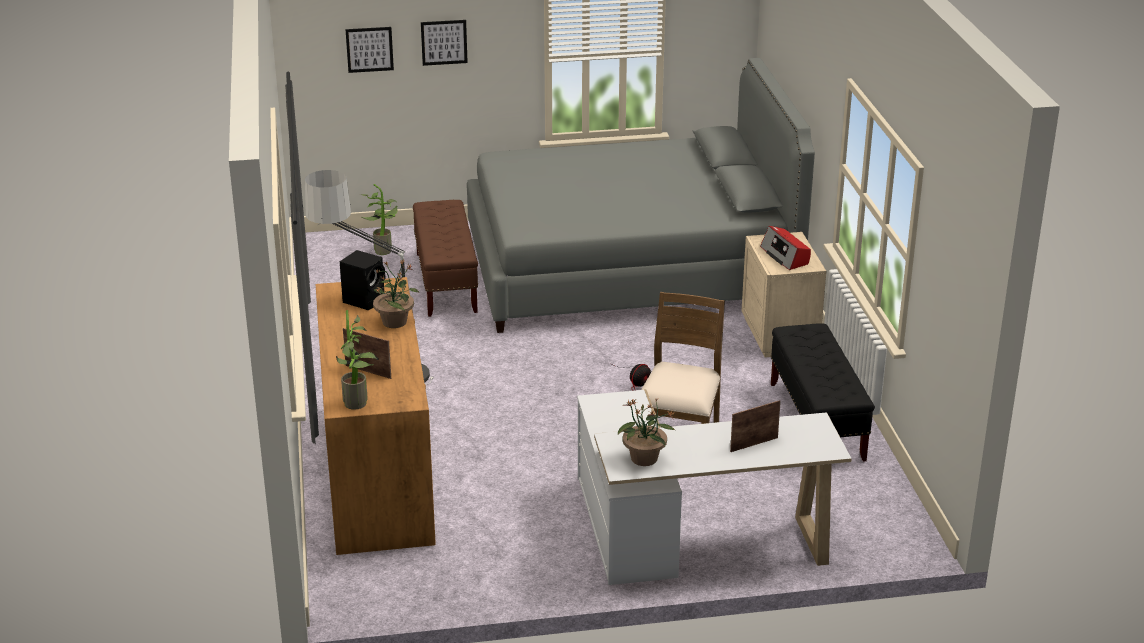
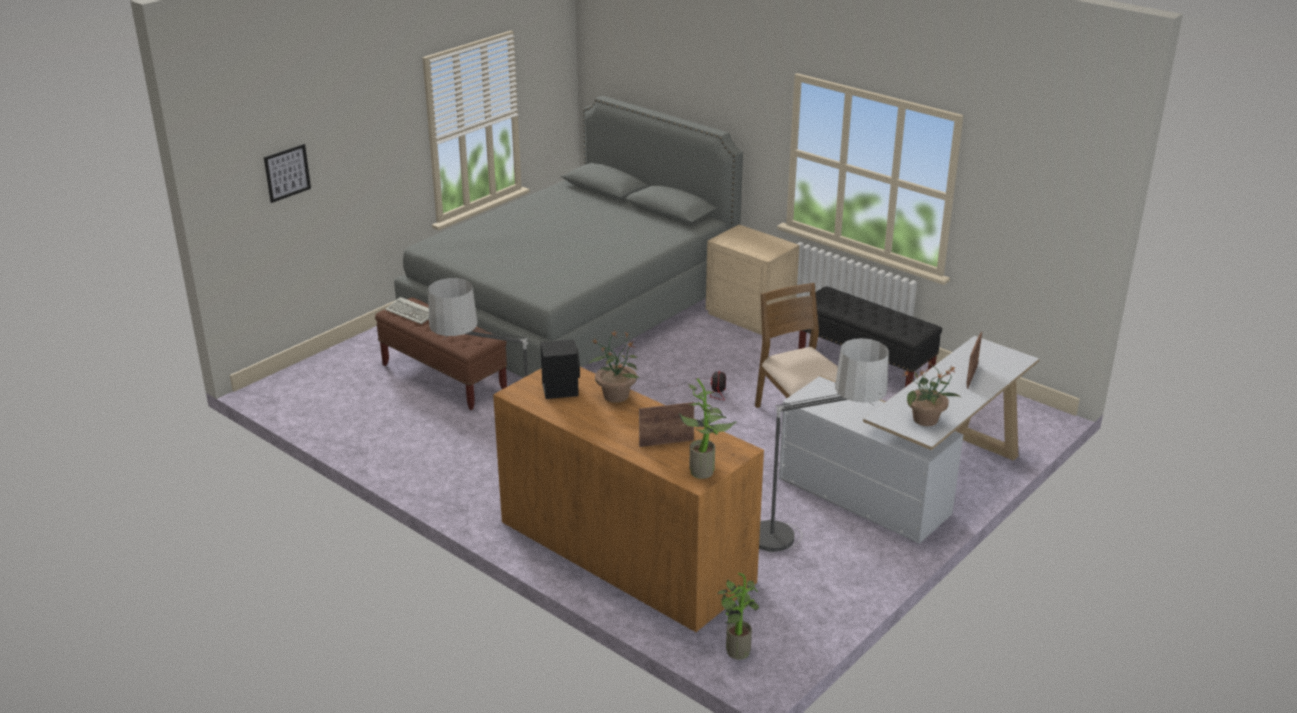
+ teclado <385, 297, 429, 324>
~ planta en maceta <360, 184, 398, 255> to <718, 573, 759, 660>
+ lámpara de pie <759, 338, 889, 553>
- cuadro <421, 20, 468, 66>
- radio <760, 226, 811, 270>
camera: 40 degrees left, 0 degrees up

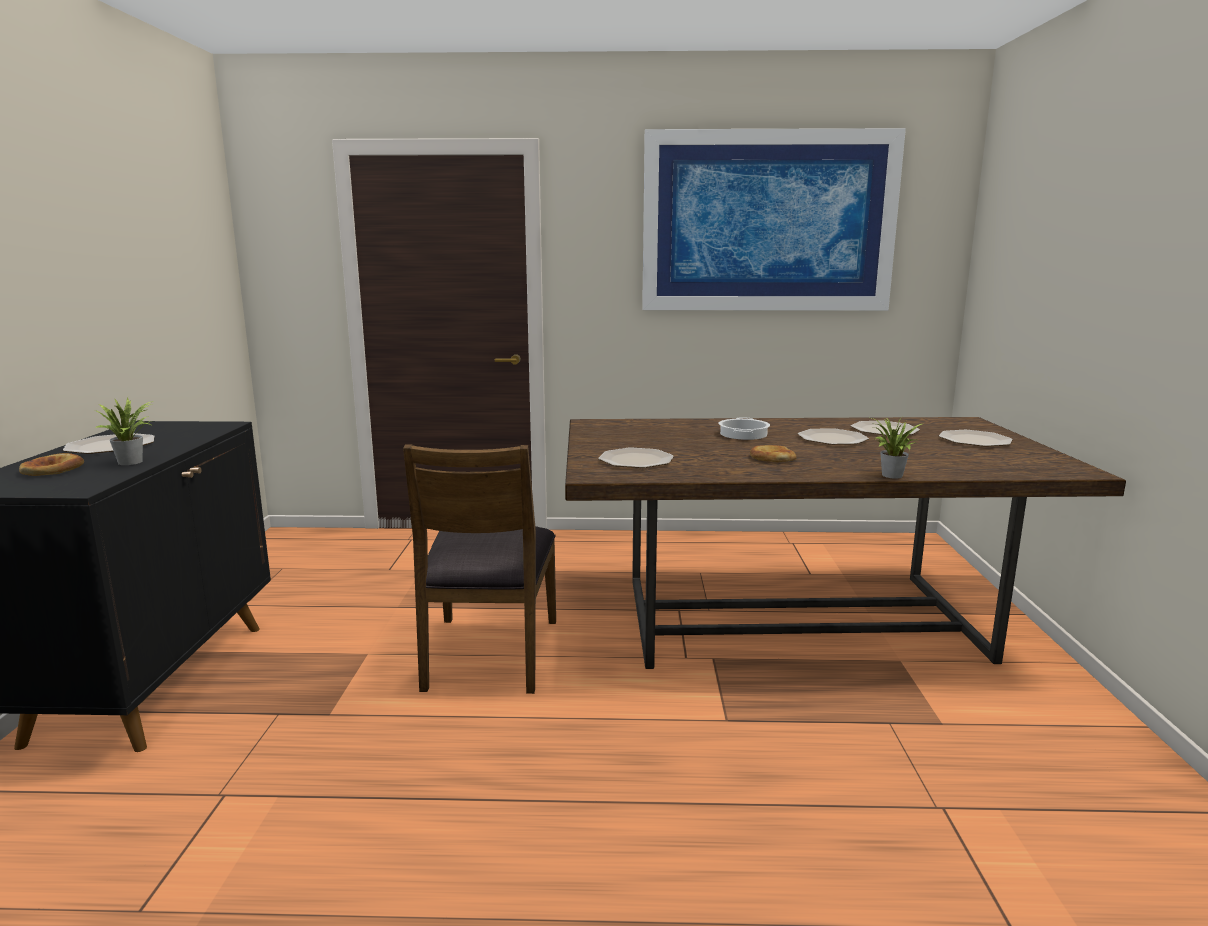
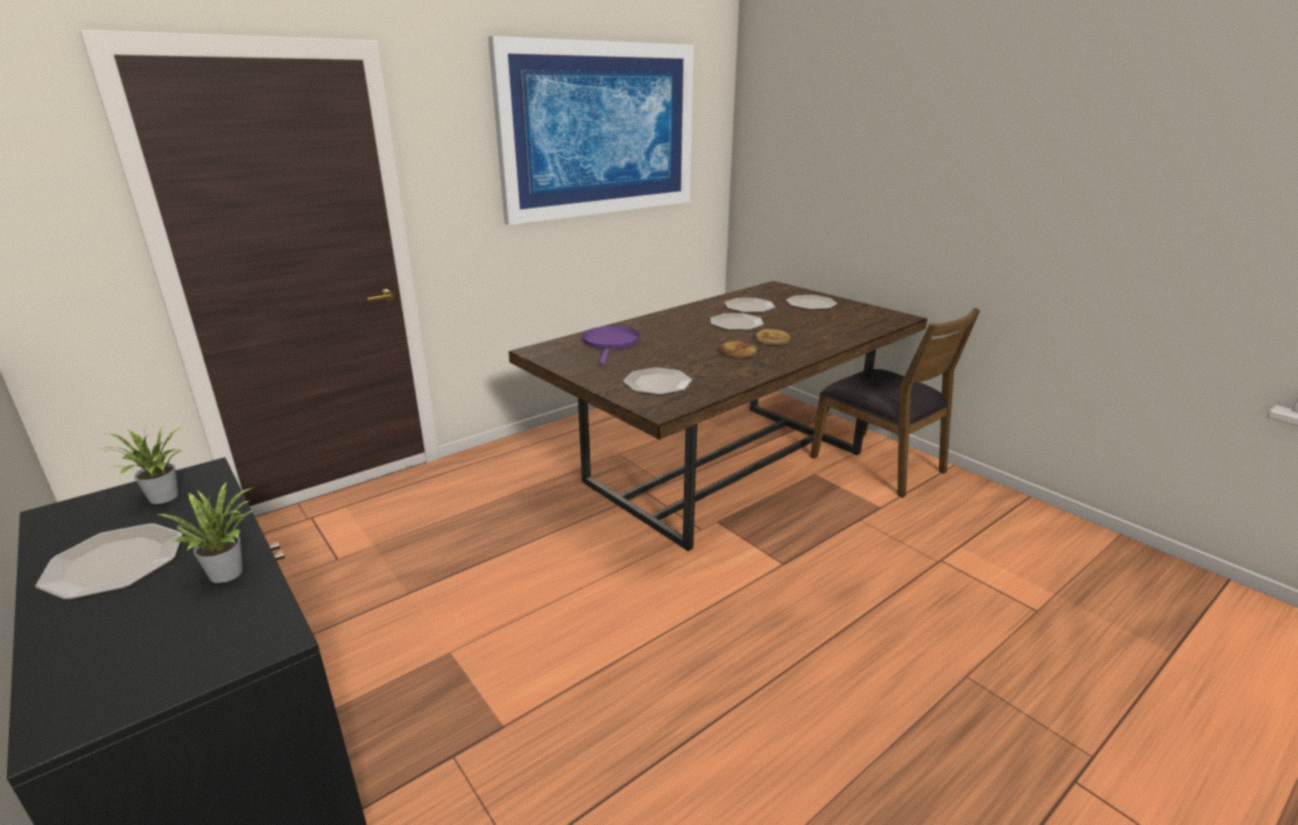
~ planta en maceta <868, 417, 922, 479> to <99, 427, 185, 504>
+ sartén/morado <582, 326, 640, 364>
~ pan <19, 453, 84, 476> to <755, 329, 790, 345>
~ silla/marrón <403, 444, 556, 694> to <810, 308, 980, 498>
- olla <718, 417, 770, 440>
camera: 40 degrees left, 10 degrees up

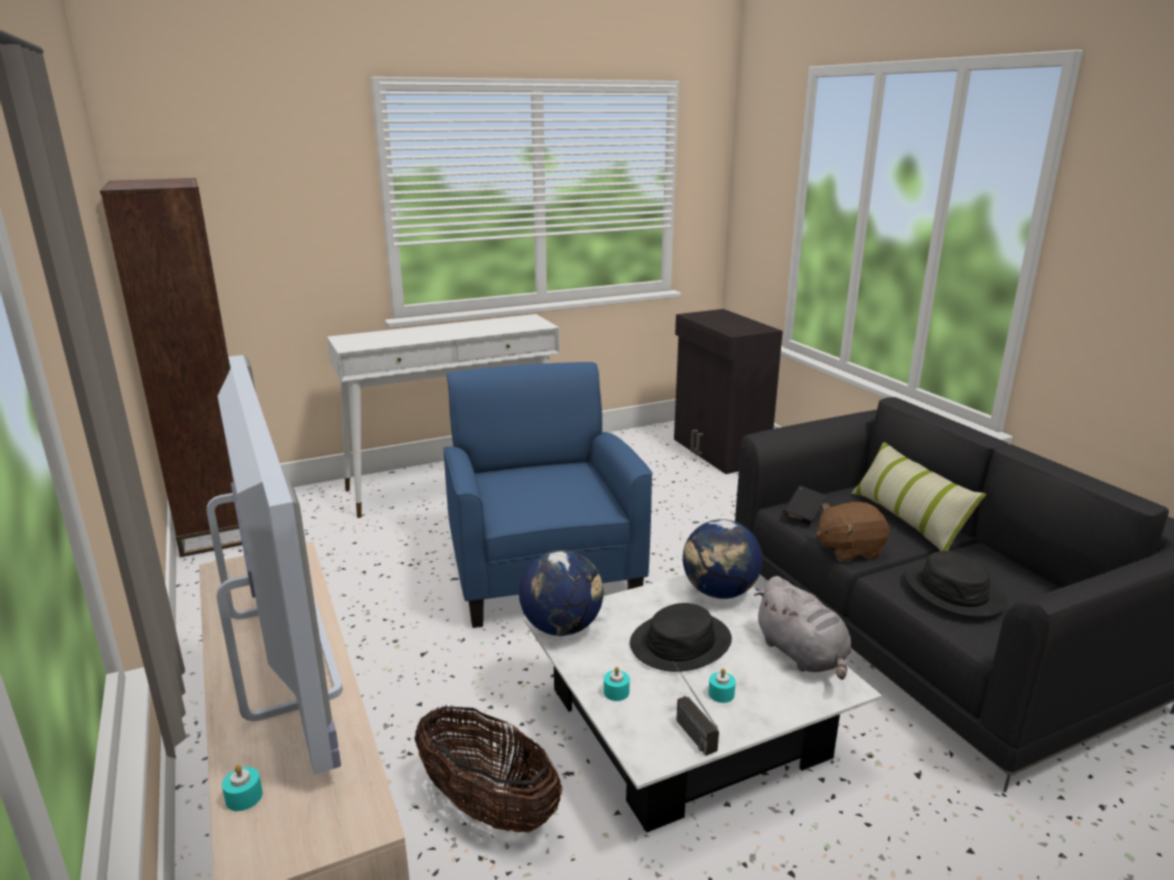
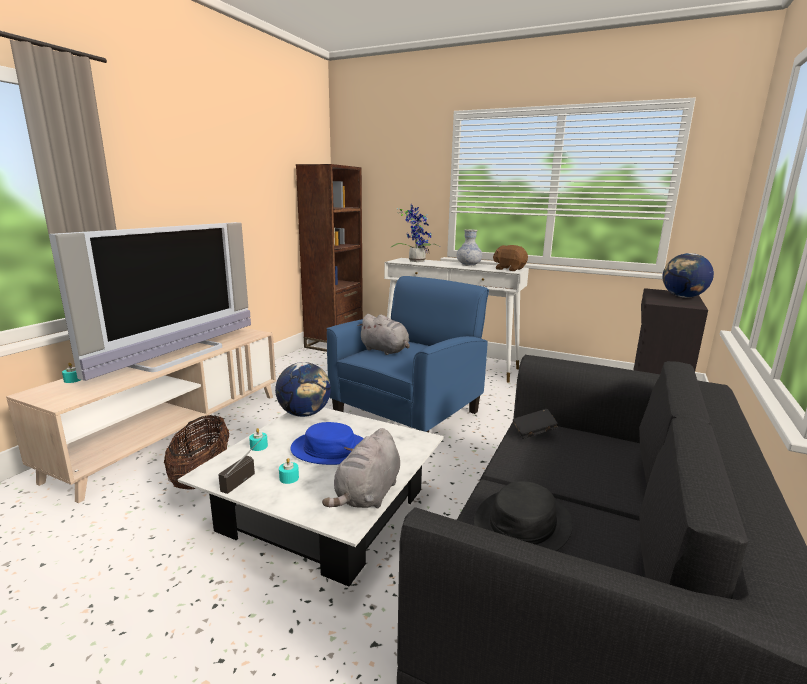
~ sombrero/negro <630, 603, 732, 672> to sombrero/azul <290, 422, 364, 465>
+ peluche/gris <358, 314, 410, 355>
+ planta en maceta <391, 203, 439, 262>
+ florero <457, 229, 482, 266>
~ peluche/marrón <816, 502, 890, 562> to <493, 245, 528, 271>
~ globo terráqueo <683, 519, 762, 599> to <662, 253, 714, 298>
- cojín <851, 443, 986, 551>
camera: 50 degrees right, 5 degrees down

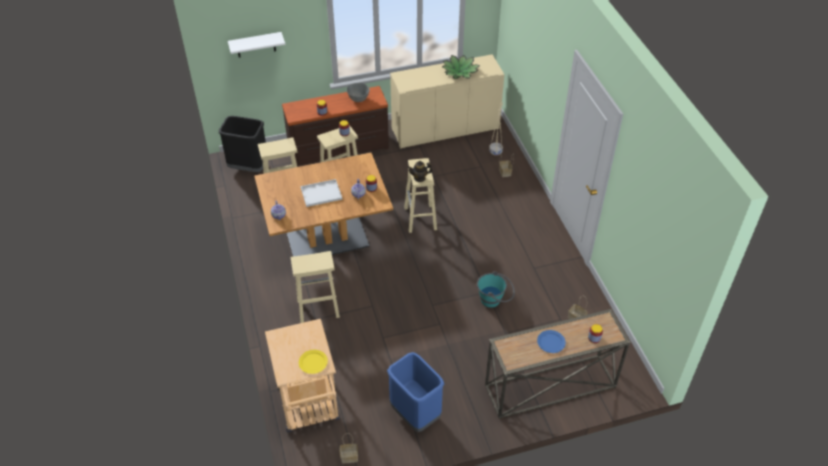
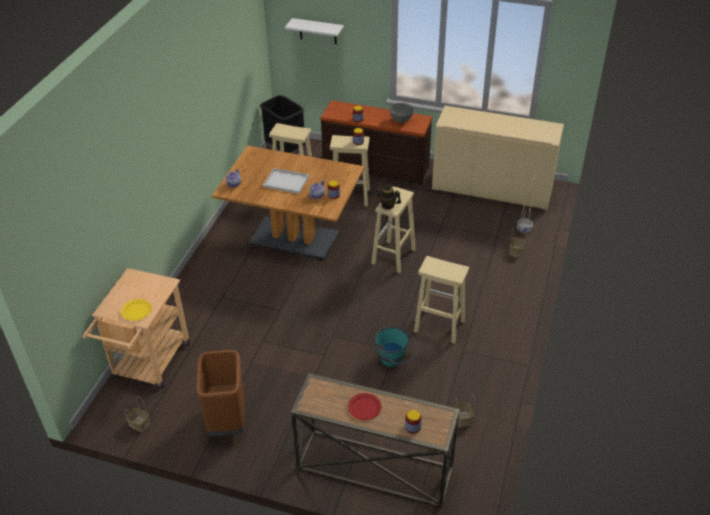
~ papelera/azul <387, 352, 444, 432> to papelera/marrón <196, 350, 245, 436>
~ plato/azul <537, 330, 566, 353> to plato/rojo <348, 393, 382, 420>
~ taburete/beis <291, 251, 340, 323> to <414, 256, 469, 344>
- planta en maceta <442, 55, 480, 79>
camera: 35 degrees right, 5 degrees down

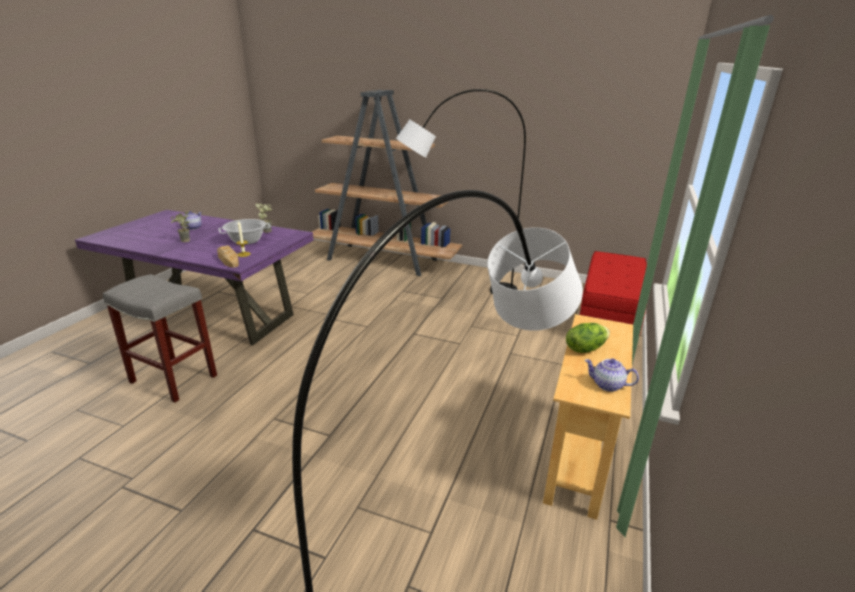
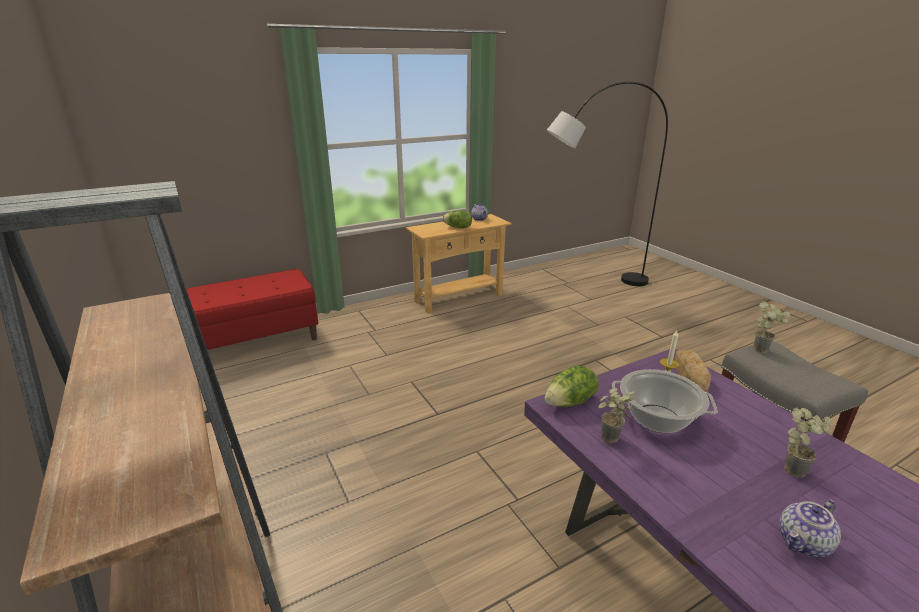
+ lechuga <545, 366, 599, 407>
+ planta en maceta <754, 301, 790, 353>
- lámpara de pie/gris <396, 89, 526, 294>
camera: 140 degrees left, 0 degrees up

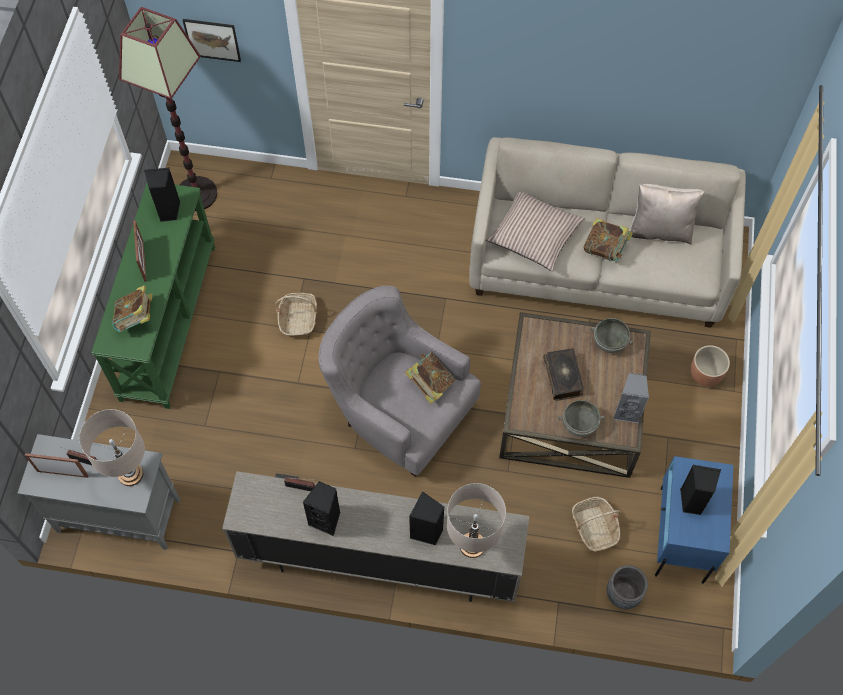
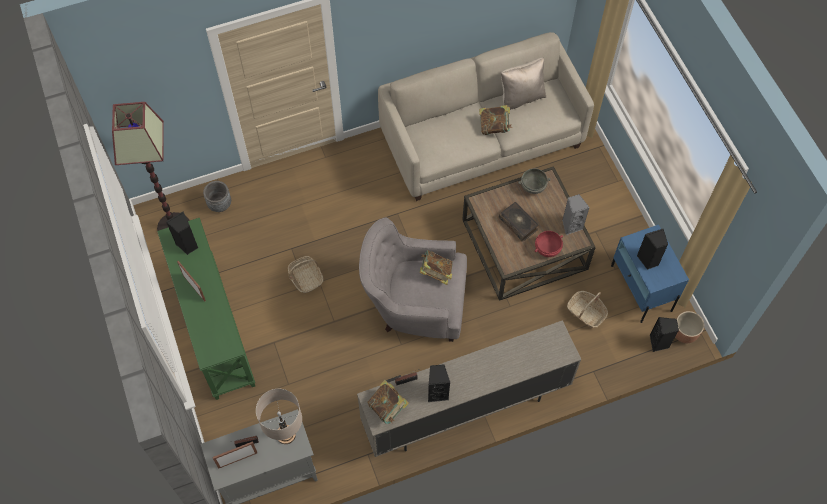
~ maceta/gris <607, 565, 648, 609> to <203, 181, 231, 212>
~ libro <112, 285, 152, 332> to <367, 380, 409, 424>
~ cuenco/gris <558, 400, 605, 437> to cuenco/rojo <535, 231, 563, 257>
~ altavoz/negro <409, 491, 444, 545> to <650, 317, 679, 352>
~ maceta/marrón <690, 345, 730, 387> to <675, 311, 704, 343>
- cuadro <183, 19, 241, 62>
- lámpara de mesa/beis <447, 483, 506, 558>
- cojín <486, 192, 585, 271>
camera: 30 degrees left, 0 degrees up

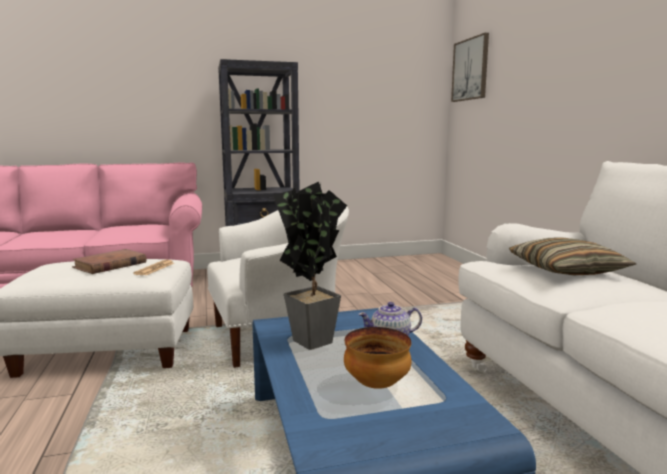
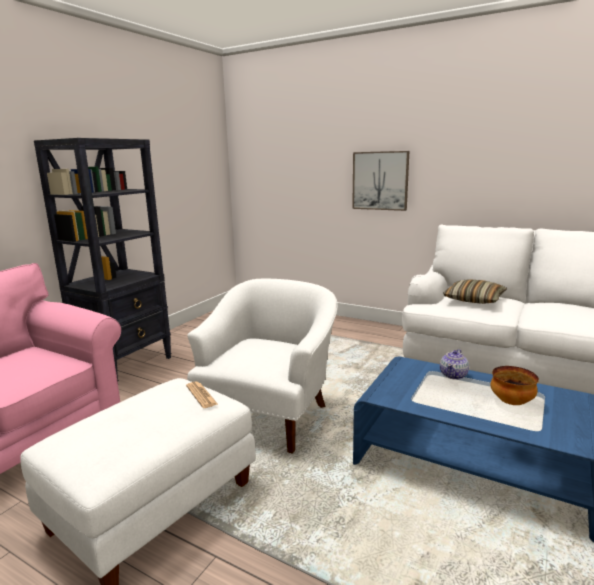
~ cuadro <451, 33, 489, 102> to <352, 151, 409, 211>
- libro/marrón <72, 249, 146, 274>
- planta en maceta <273, 182, 347, 350>
camera: 45 degrees left, 5 degrees up

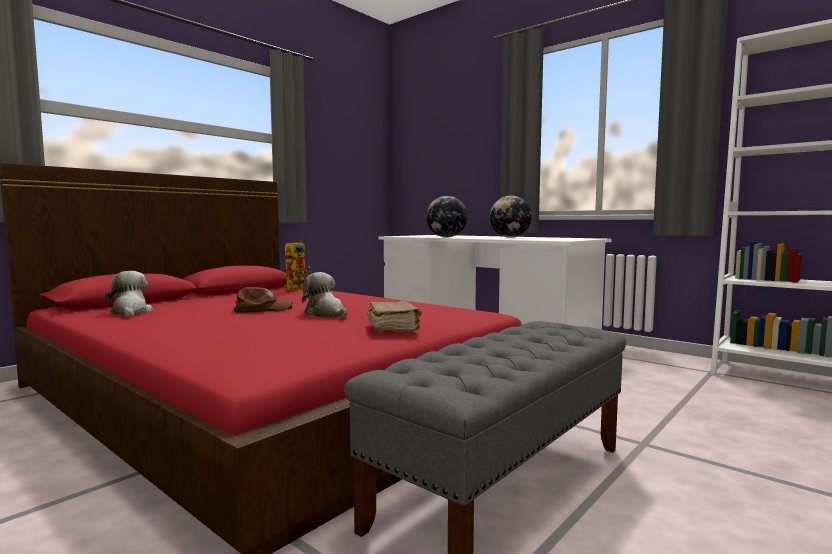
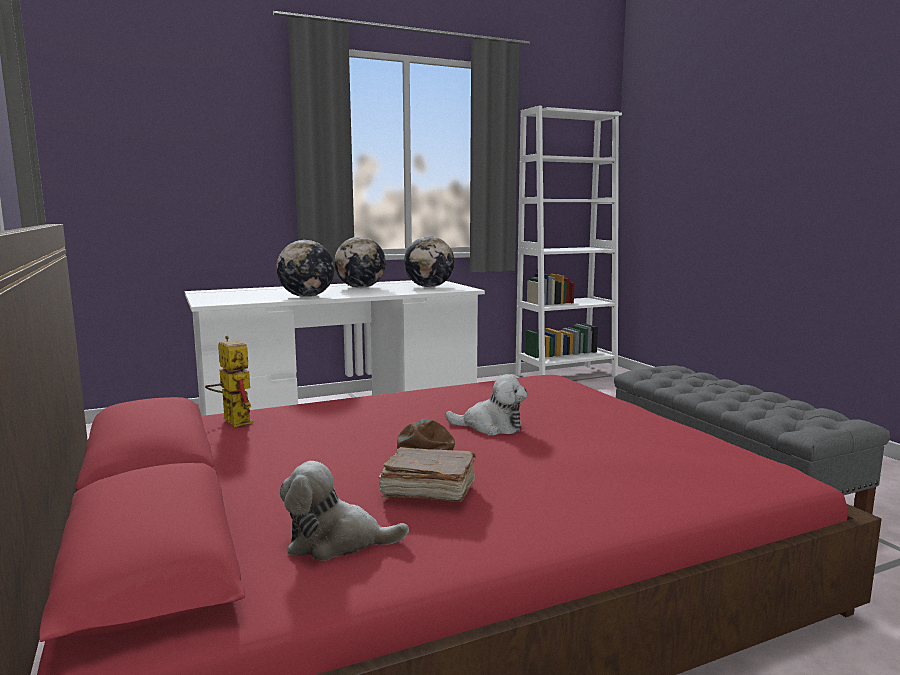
~ libro/marrón <367, 301, 422, 332> to <379, 447, 476, 502>
+ globo terráqueo <404, 236, 454, 287>
~ peluche <302, 272, 347, 318> = <445, 374, 527, 435> 150 degrees counterclockwise
camera: 65 degrees left, 5 degrees up

